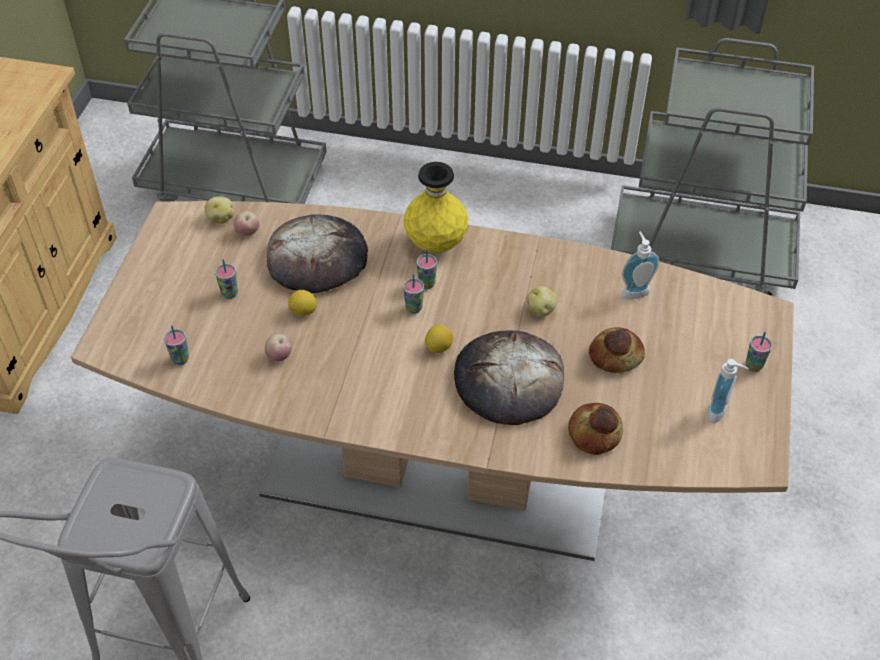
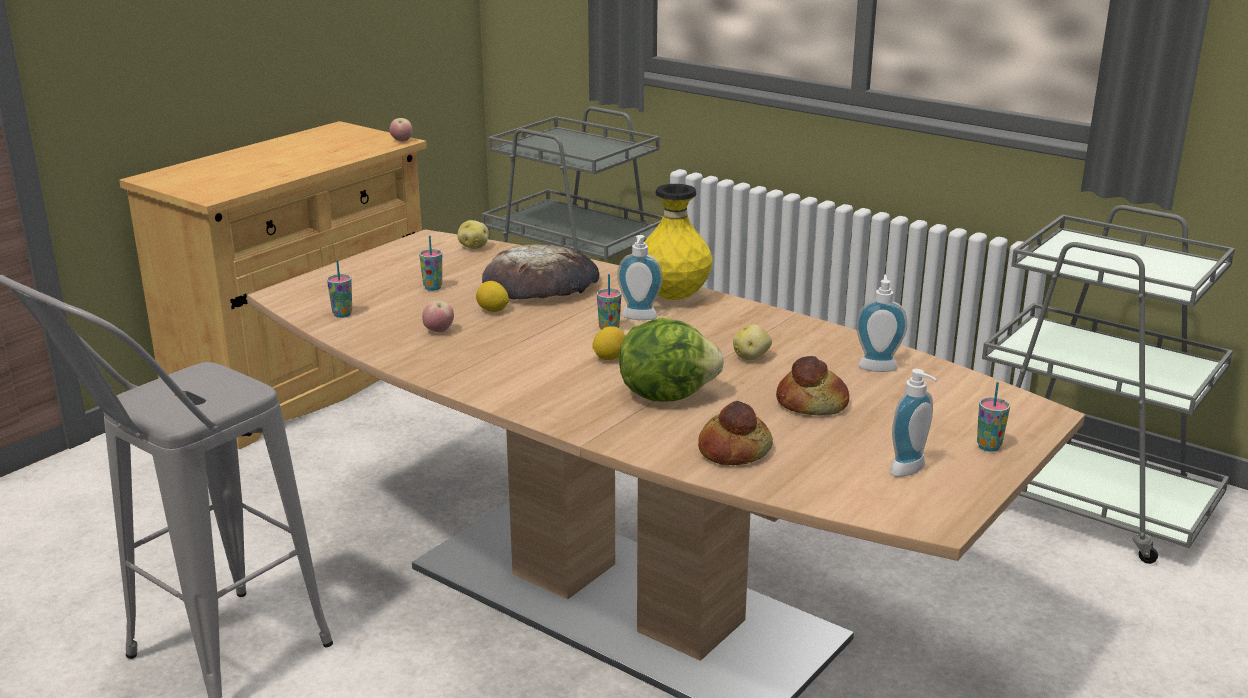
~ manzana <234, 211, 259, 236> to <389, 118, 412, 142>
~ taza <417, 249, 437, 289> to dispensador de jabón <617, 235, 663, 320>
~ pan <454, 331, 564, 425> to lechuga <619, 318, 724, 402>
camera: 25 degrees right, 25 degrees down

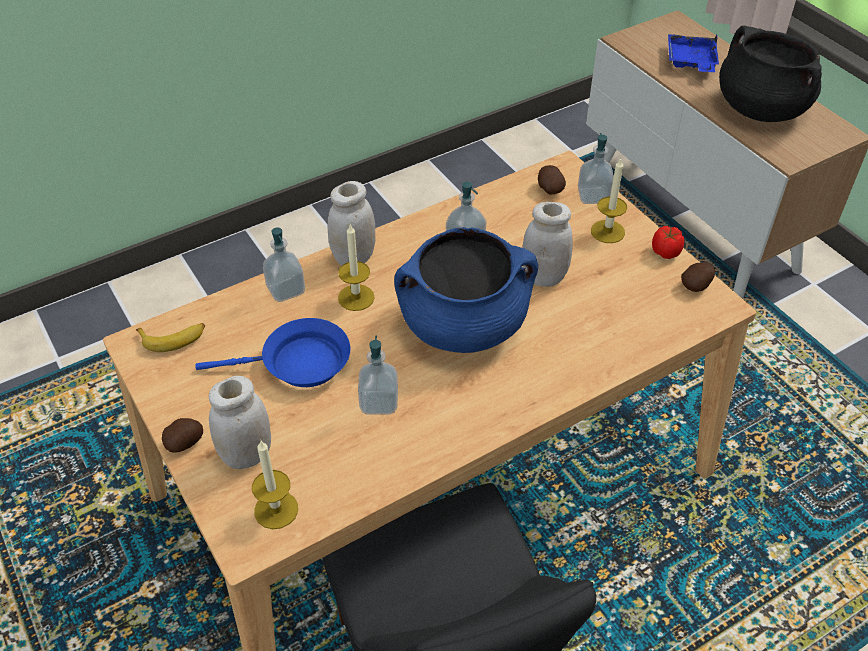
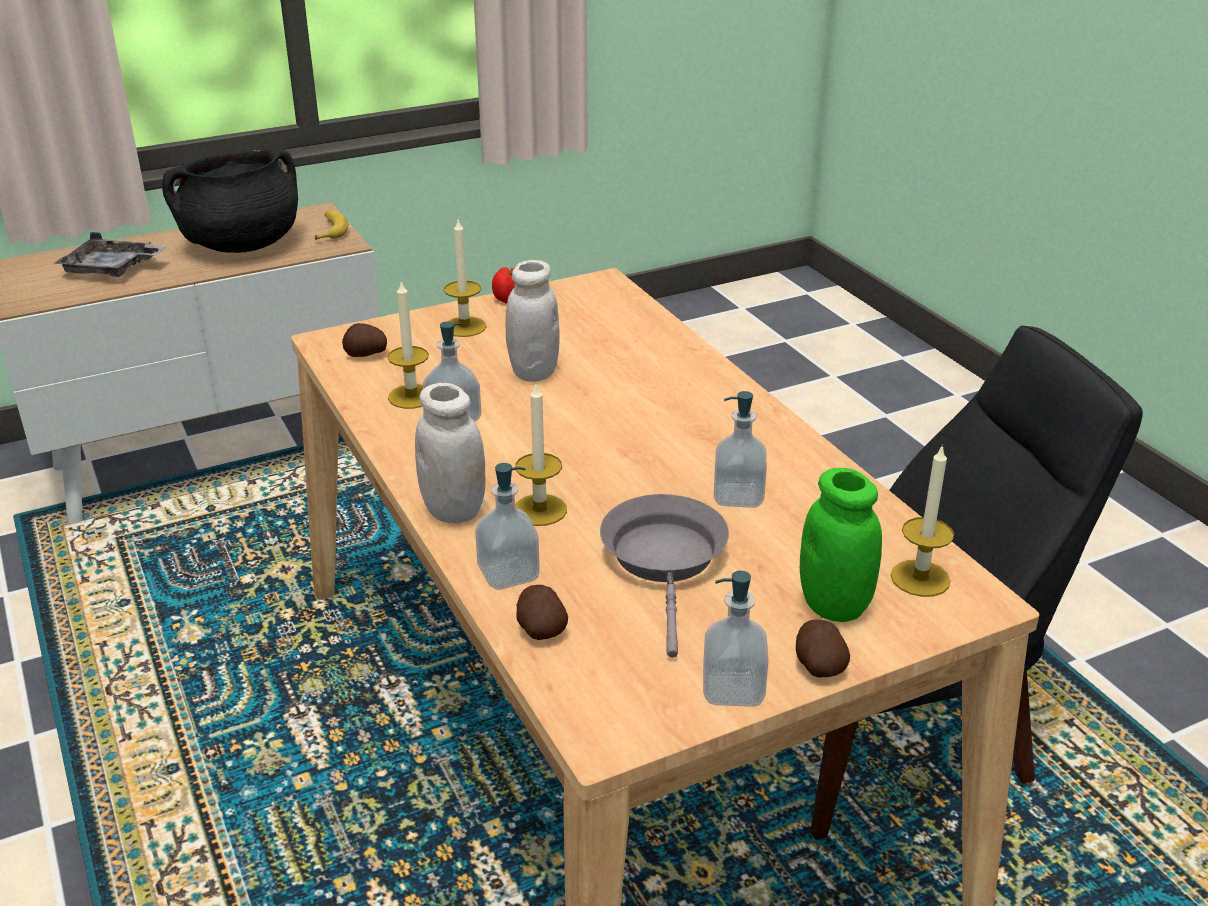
~ bandeja/azul <668, 34, 719, 72> to bandeja/gris <55, 232, 166, 277>
~ plátano <136, 323, 205, 352> to <315, 210, 348, 240>
+ vela <387, 281, 429, 409>
~ patata <681, 262, 715, 292> to <516, 585, 568, 640>
~ sartén/azul <195, 318, 350, 387> to sartén/gris <600, 494, 729, 658>
~ dispensador de jabón <578, 133, 614, 204> to <703, 571, 769, 707>
~ tarro/blanco <209, 375, 271, 470> to tarro/verde <800, 468, 882, 622>
- olla/azul <394, 227, 538, 353>
camera: 85 degrees left, 15 degrees down

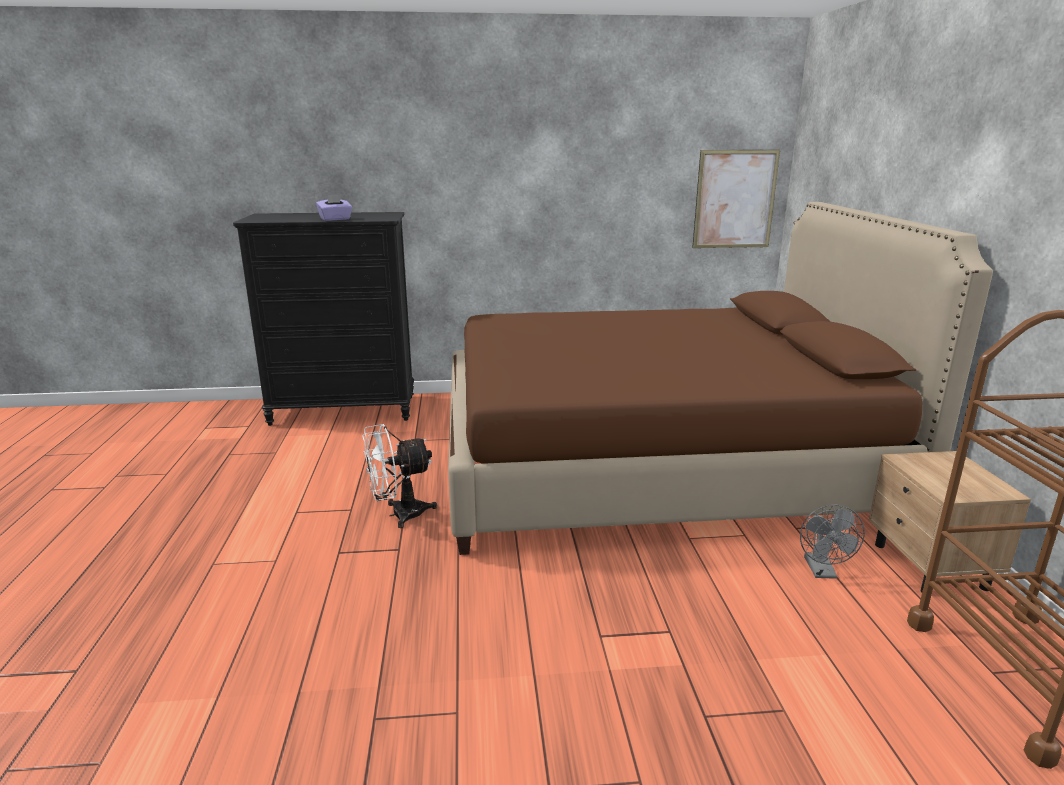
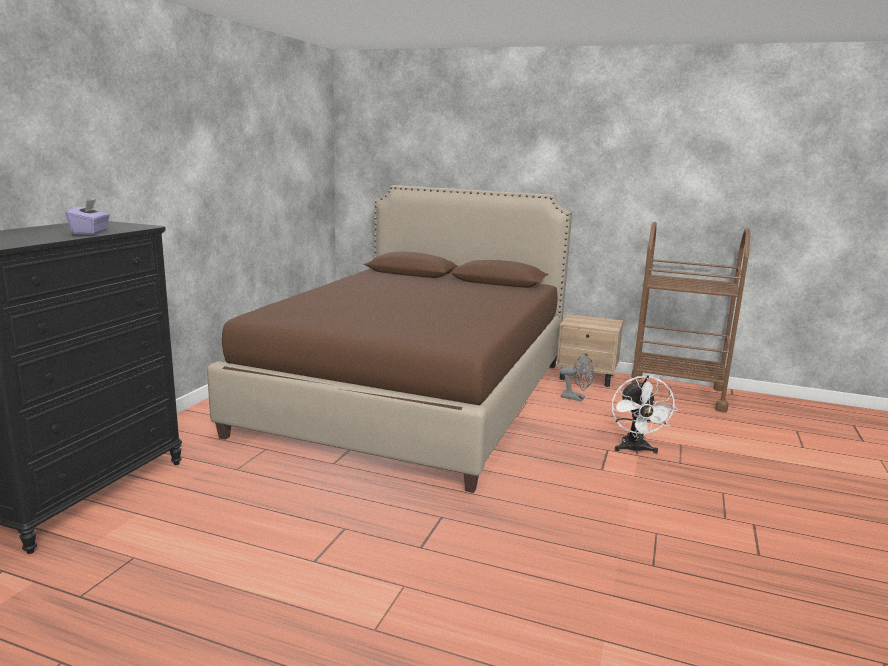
~ ventilador/blanco <363, 424, 437, 528> to <611, 375, 678, 454>
- cuadro <692, 150, 780, 248>
camera: 65 degrees left, 5 degrees down

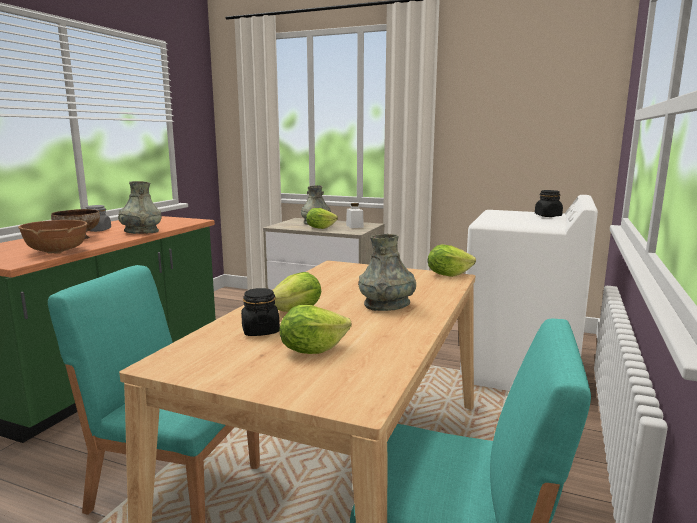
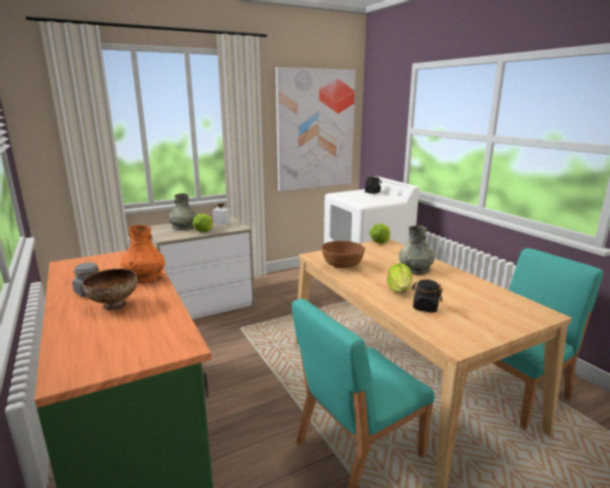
~ florero/gris <118, 181, 162, 234> to florero/naranja <120, 225, 165, 283>
+ cuadro <276, 67, 356, 191>
~ cuenco/marrón <18, 220, 88, 254> to <321, 241, 365, 268>
- lechuga <280, 305, 352, 354>
camera: 50 degrees left, 5 degrees up

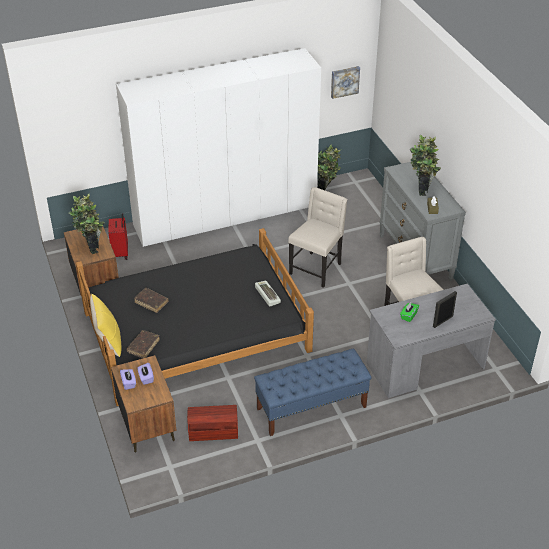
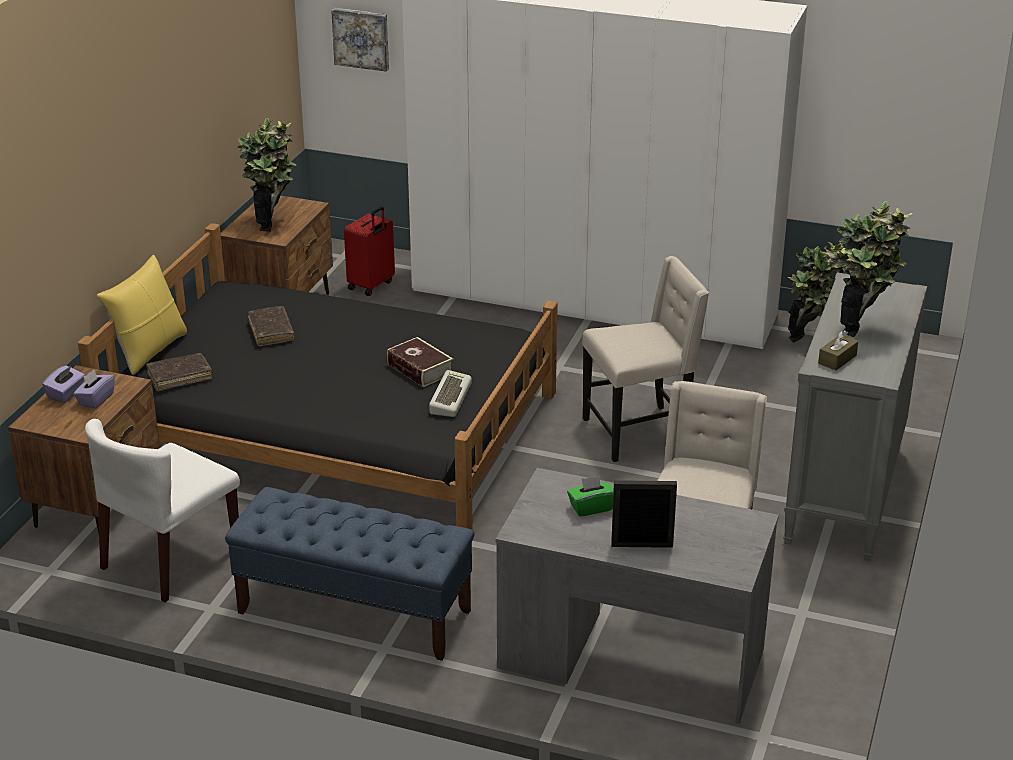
~ caja de almacenaje/marrón <187, 405, 238, 441> to silla/blanco <85, 419, 240, 602>
~ cuadro <331, 66, 360, 99> to <331, 8, 389, 71>
+ libro <387, 337, 453, 387>
camera: 40 degrees right, 10 degrees down

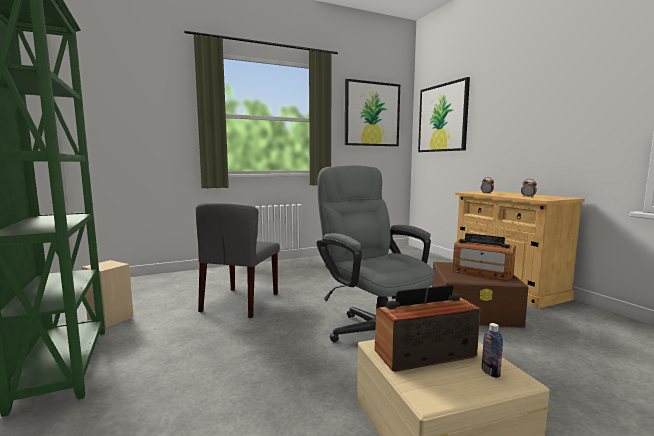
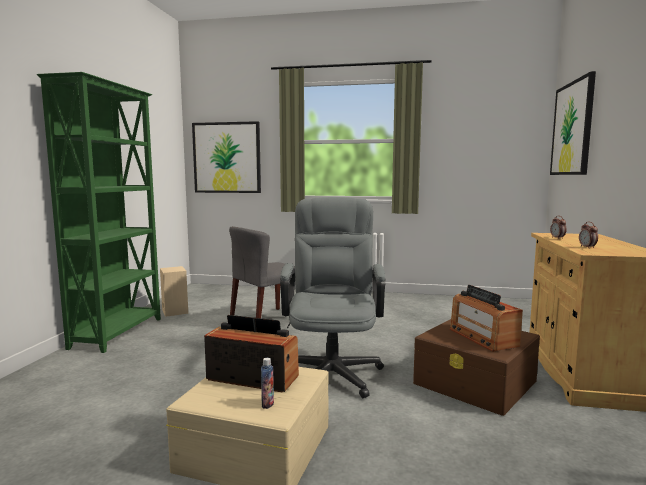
~ cuadro <345, 79, 400, 146> to <192, 121, 261, 193>
camera: 35 degrees right, 0 degrees up

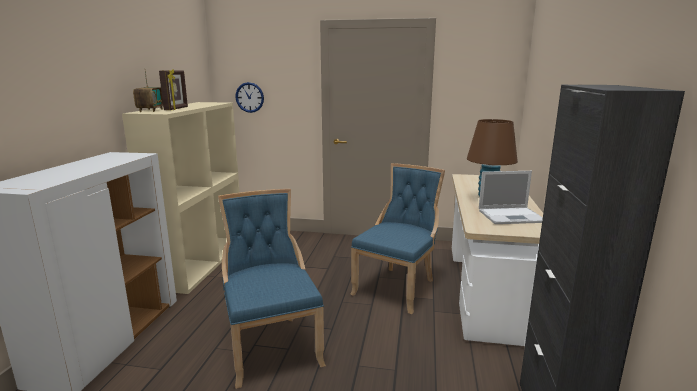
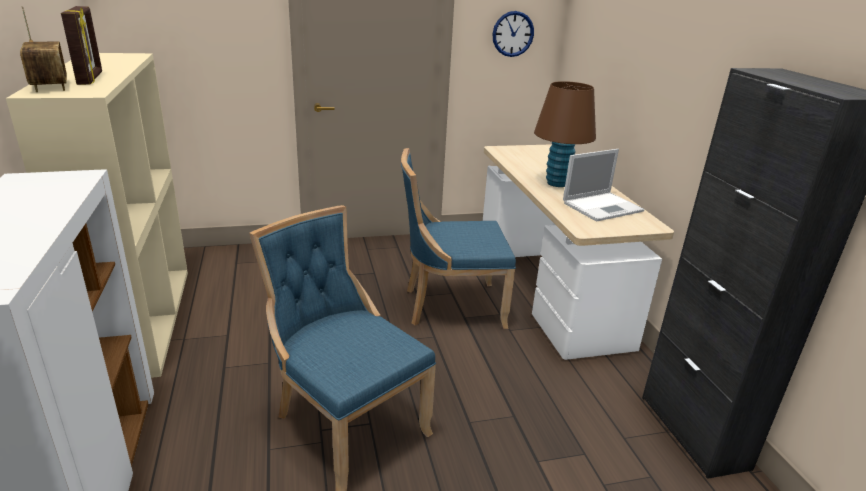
~ silla/azul <350, 163, 445, 314> = <401, 148, 516, 329> 105 degrees counterclockwise
~ reloj de pared <235, 82, 264, 113> to <493, 11, 534, 57>
camera: 25 degrees left, 10 degrees up

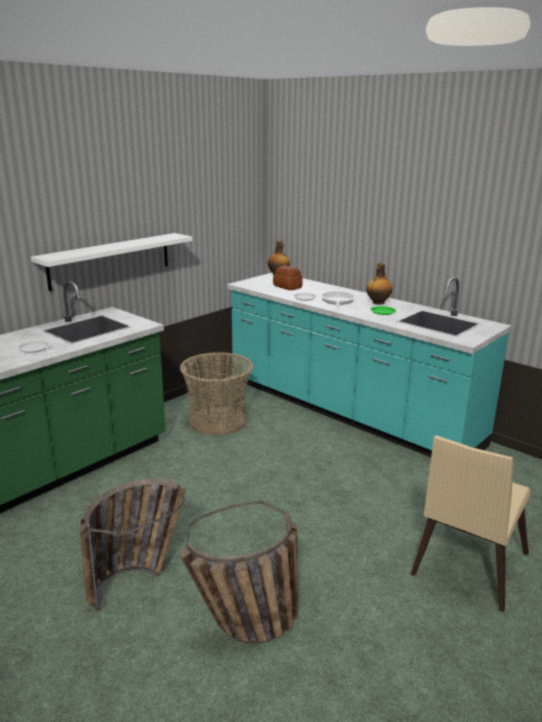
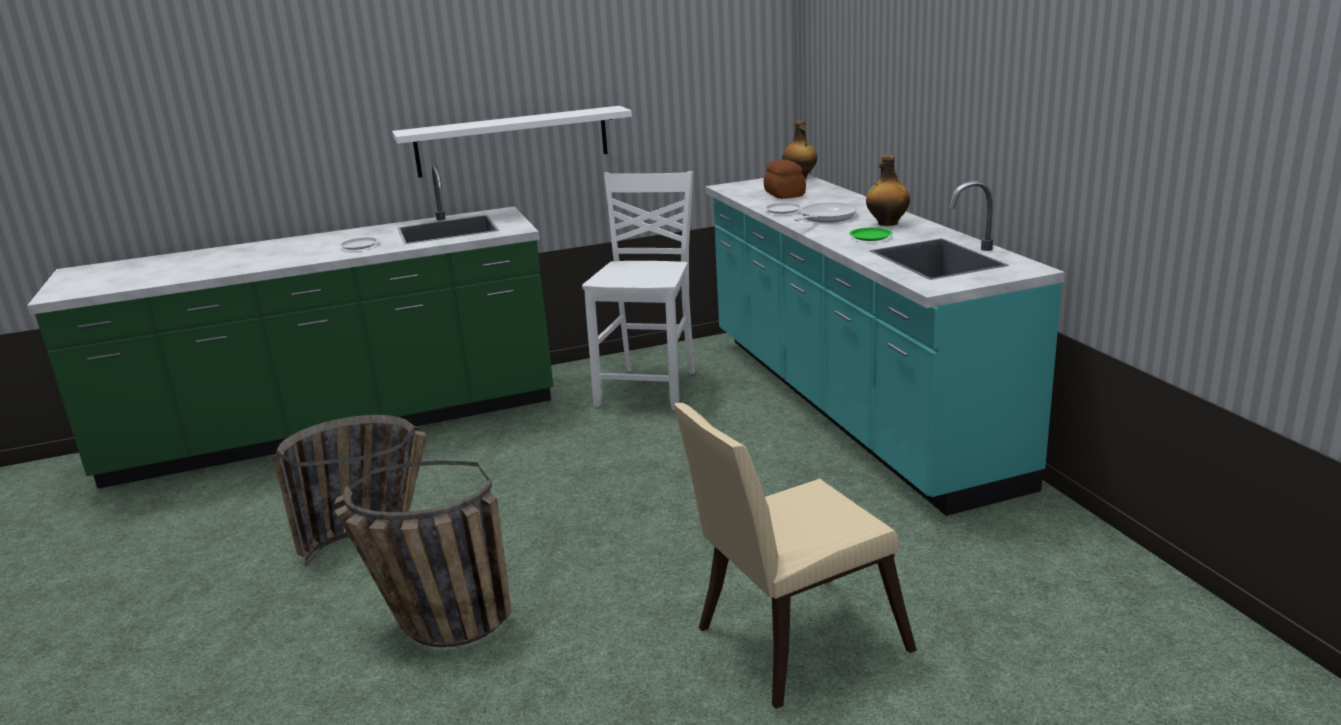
~ cesta <180, 352, 254, 435> to silla/blanco <582, 171, 695, 411>
camera: 30 degrees right, 0 degrees up

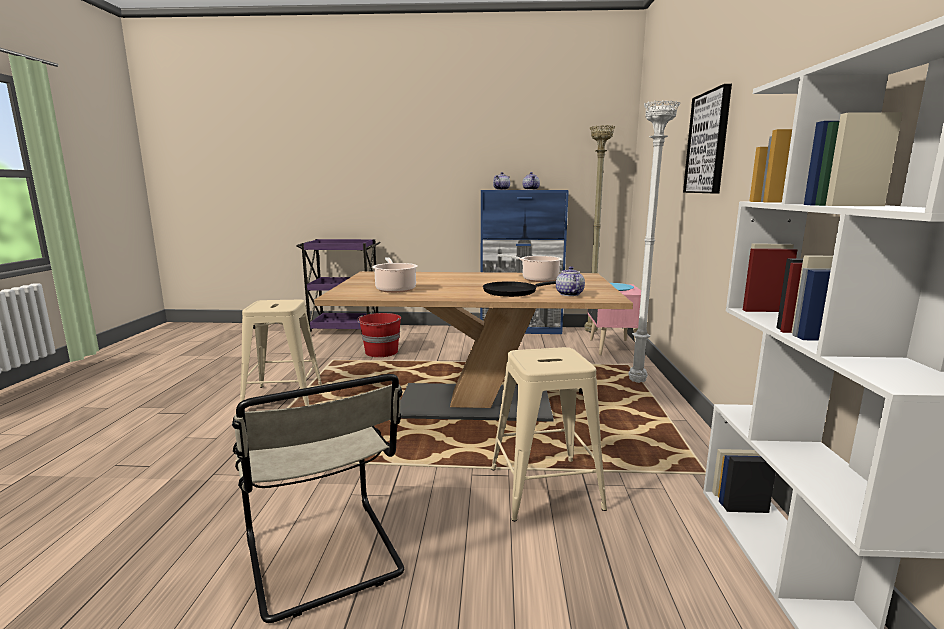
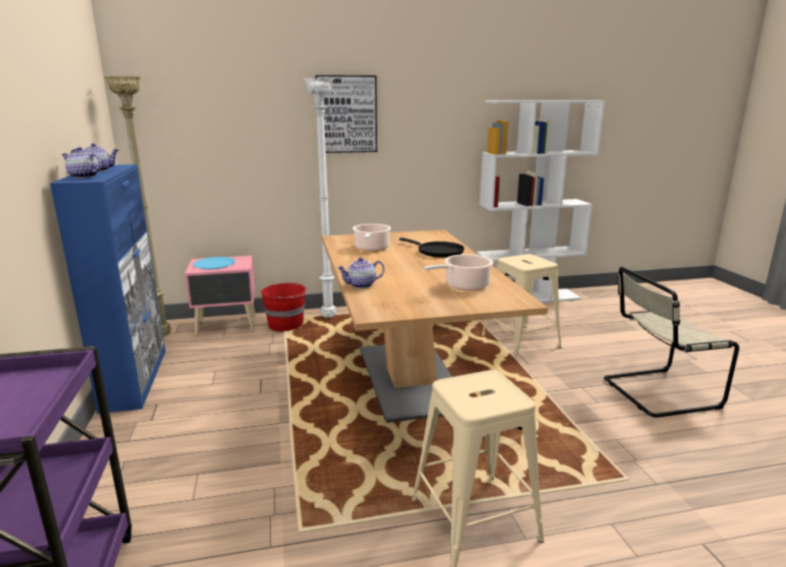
~ cubo/rojo <357, 313, 401, 357> to <261, 281, 308, 332>
~ tetera <556, 266, 585, 296> to <337, 257, 385, 289>
~ silla/beis <232, 374, 404, 623> = <604, 267, 739, 418> 150 degrees counterclockwise
camera: 105 degrees left, 5 degrees up

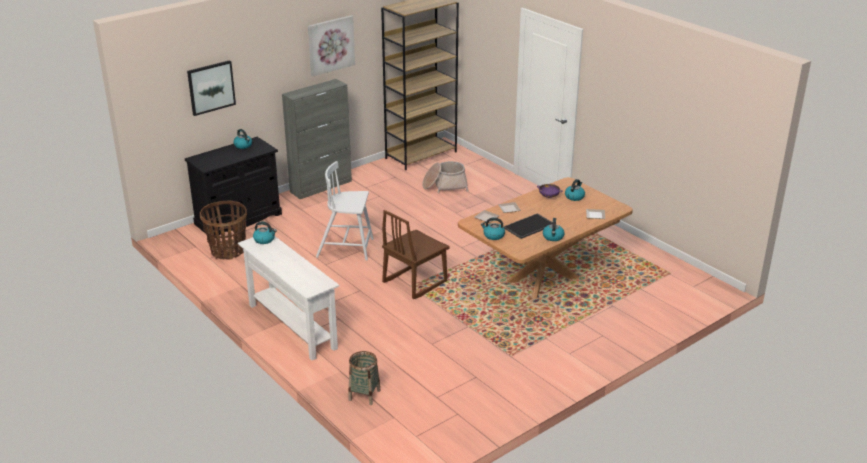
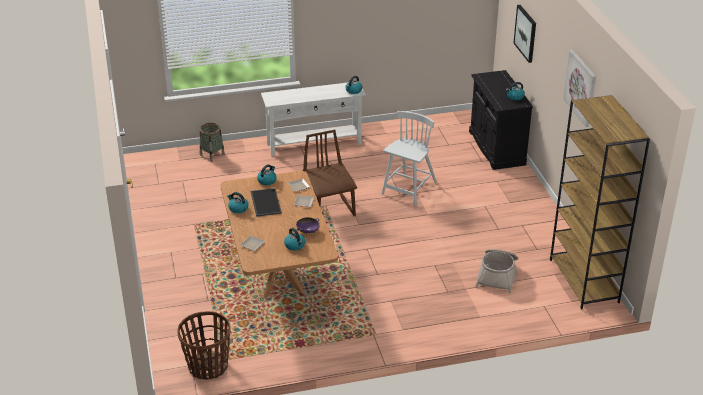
~ cesta <200, 201, 247, 260> to <178, 311, 231, 380>
- armario/gris <282, 79, 352, 199>
camera: 115 degrees right, 5 degrees up

